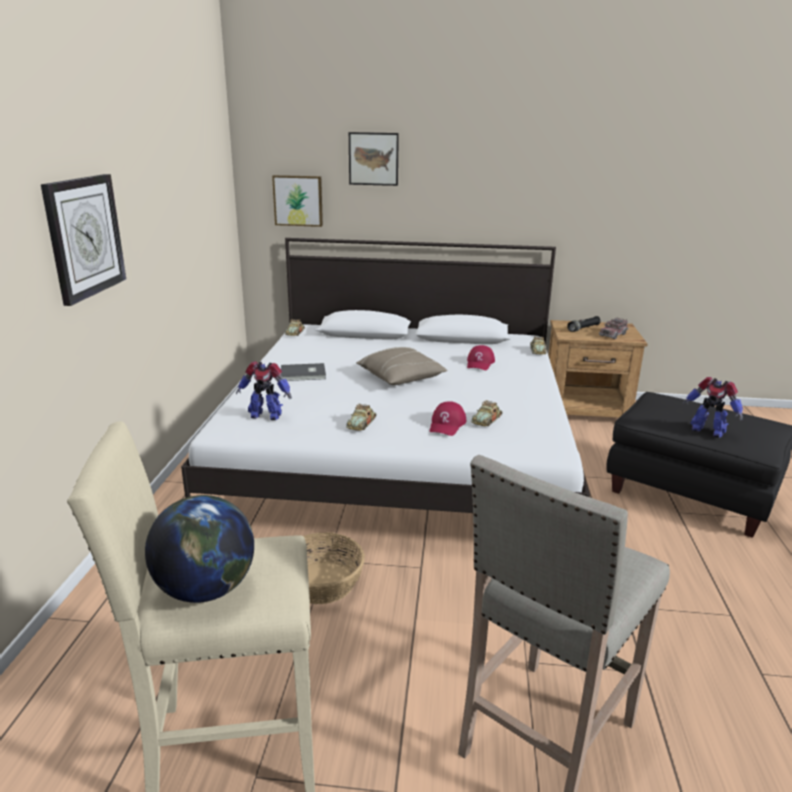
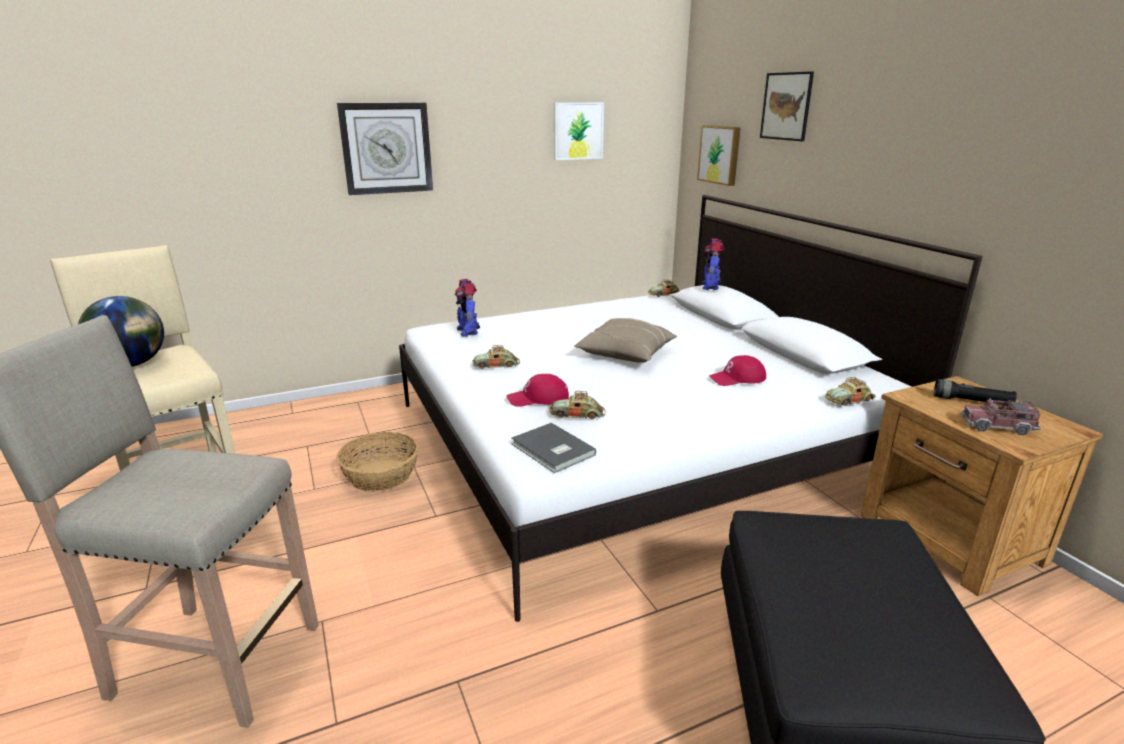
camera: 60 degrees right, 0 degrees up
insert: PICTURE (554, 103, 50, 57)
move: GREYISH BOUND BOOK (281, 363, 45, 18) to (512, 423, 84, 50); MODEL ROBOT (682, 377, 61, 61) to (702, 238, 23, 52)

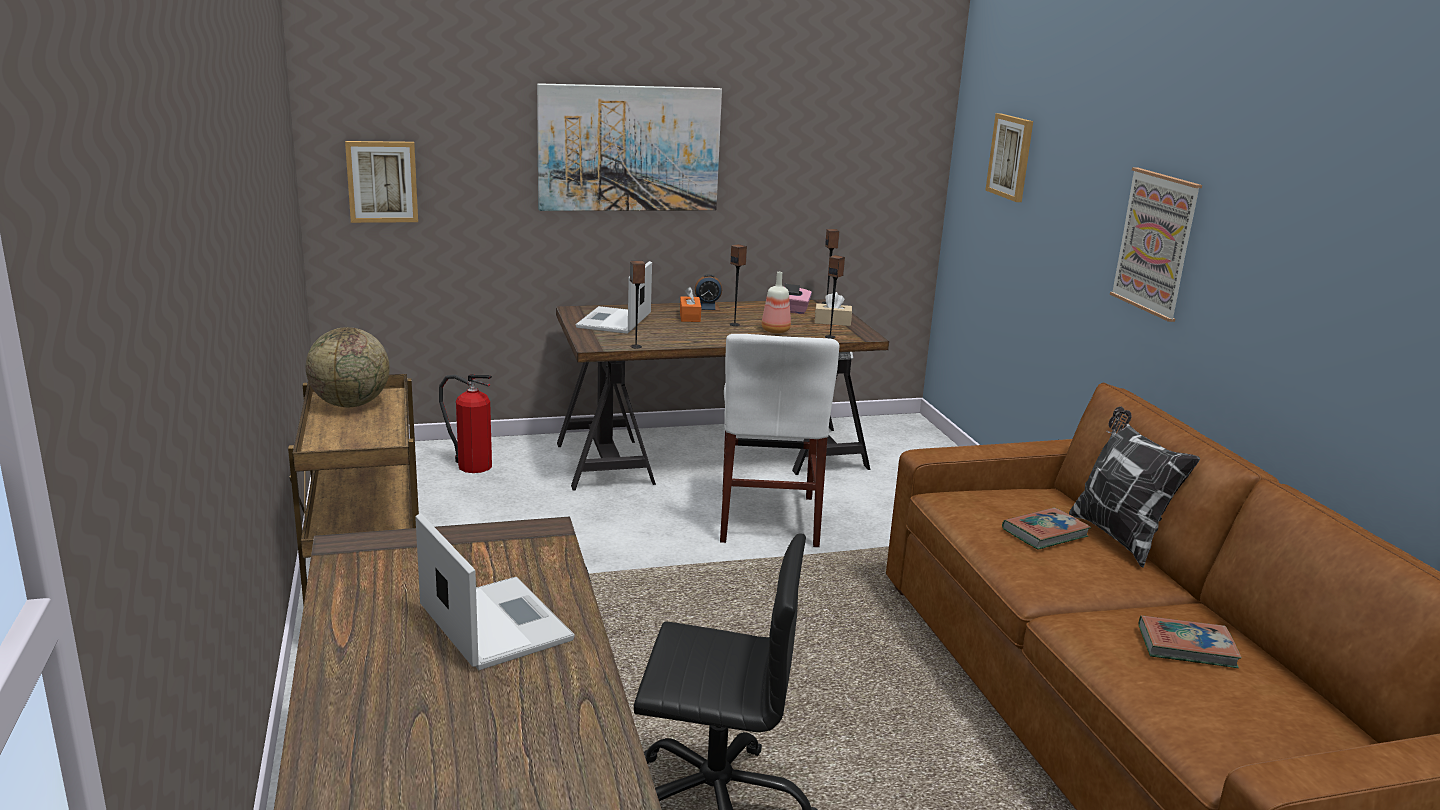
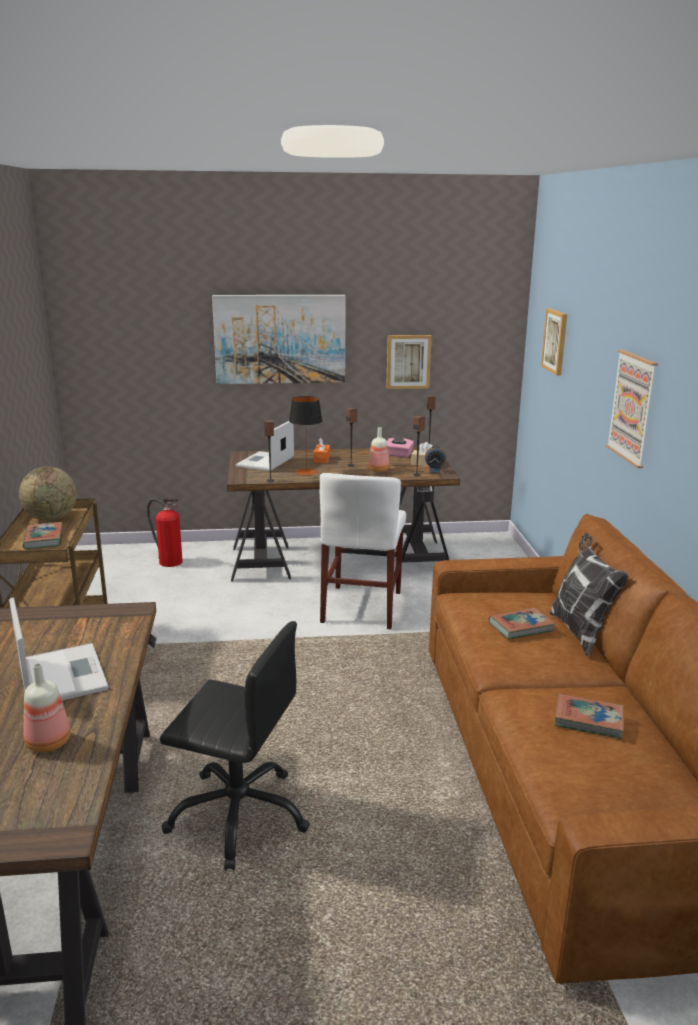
camera: 10 degrees right, 0 degrees up
insert: BOUND BOOK (23, 522, 40, 27); DRINK BOTTLE (23, 663, 48, 89); TABLE LAMP (289, 396, 34, 80)
move: PICTURE (345, 141, 73, 82) to (386, 335, 46, 54); ALARM CLOCK (695, 274, 27, 37) to (425, 446, 21, 28)

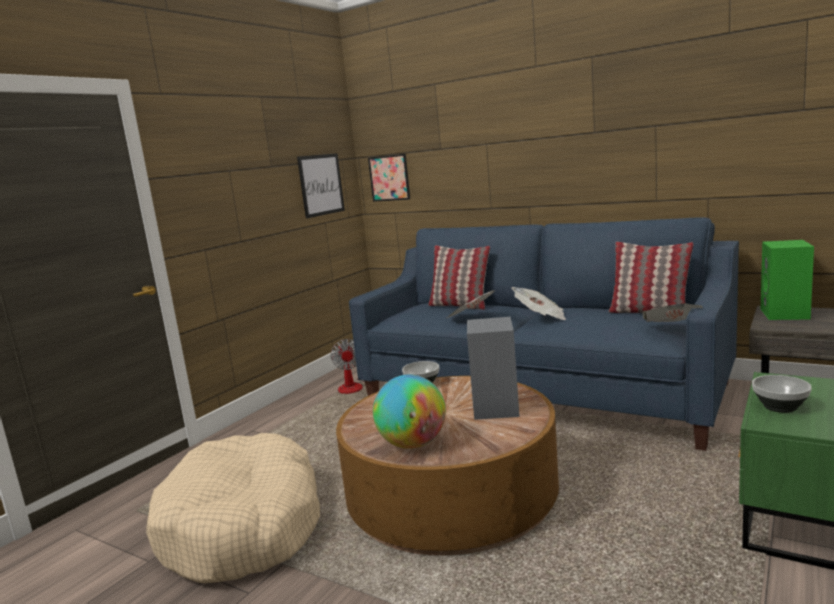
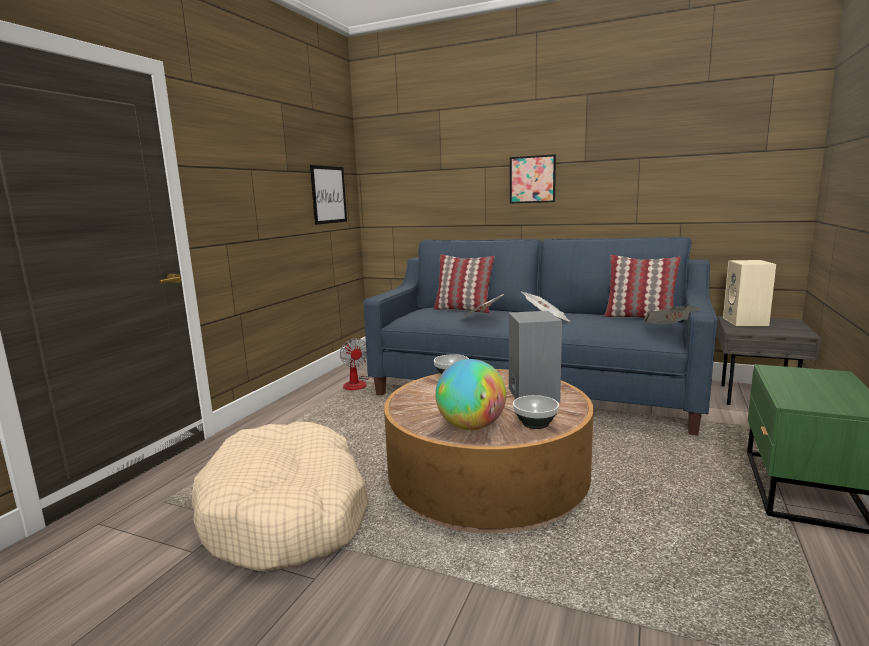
camera: 10 degrees left, 0 degrees up
move: PICTURE (368, 154, 42, 48) to (510, 154, 46, 49); DEEP DISH (752, 375, 60, 38) to (513, 395, 46, 34)
recolor: GREEN AUDIO SPEAKER (761, 240, 53, 80) to SAND-COLOURED AUDIO SPEAKER (723, 260, 53, 66)

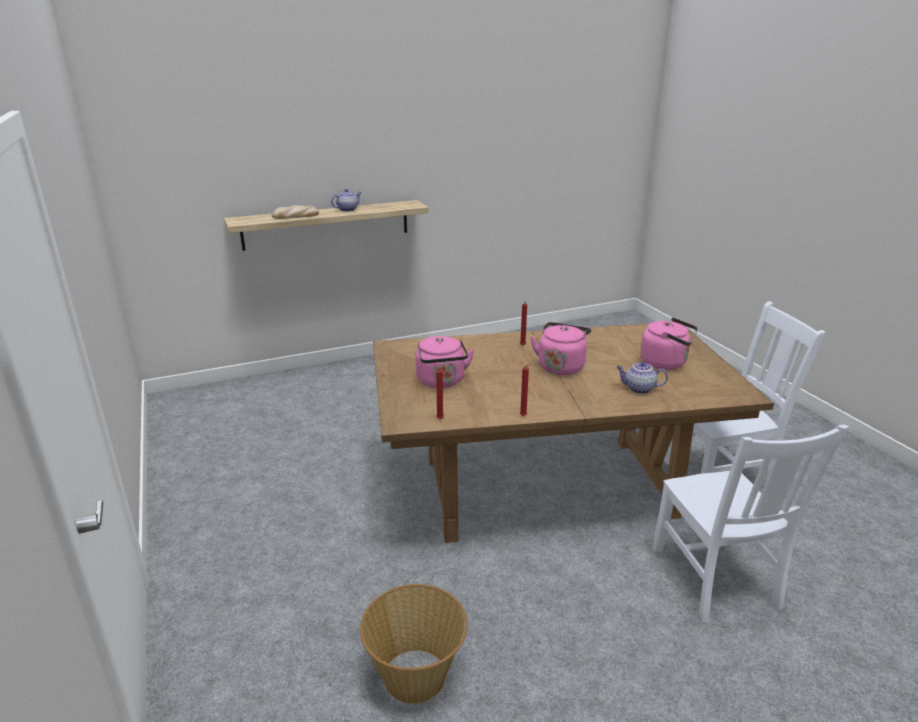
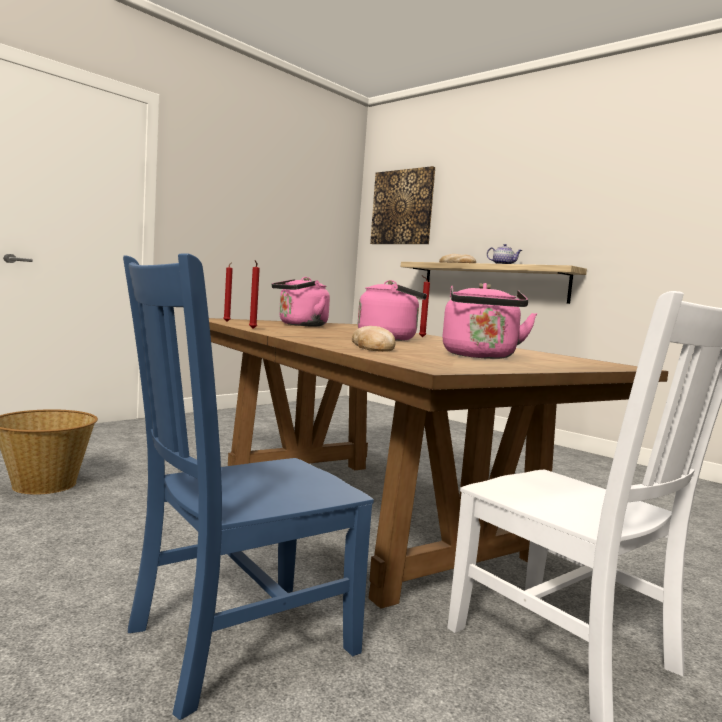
camera: 65 degrees right, 20 degrees down
insert: PICTURE (370, 166, 65, 78)
replace: TEAPOT (616, 362, 52, 32) to BAKED BREAD (352, 326, 43, 26)
recolor: WHITE UPRIGHT CHAIR (652, 425, 197, 198) to BLUE UPRIGHT CHAIR (123, 253, 251, 467)

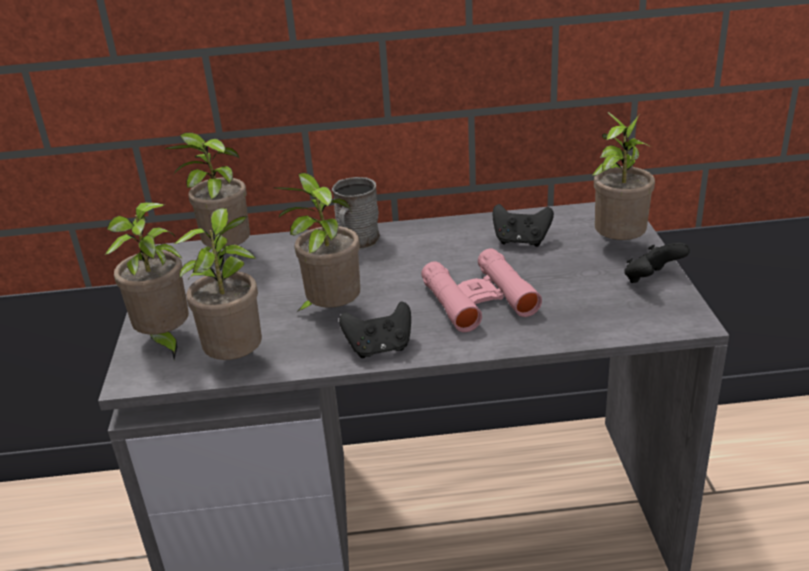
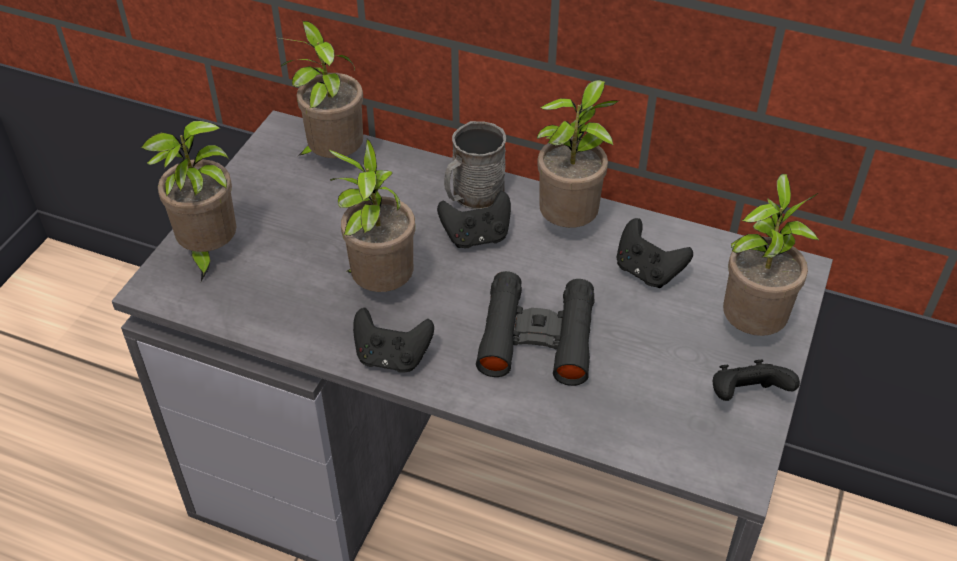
camera: 25 degrees right, 15 degrees up
insert: BLACKISH GAME CONTROLLER (437, 191, 74, 57)
move: PLANT IN A POT (174, 208, 88, 152) to (537, 80, 81, 148)
recolor: PINKISH PAIR OF BINOCULARS (421, 249, 121, 83) to BLACKISH PAIR OF BINOCULARS (476, 271, 118, 115)

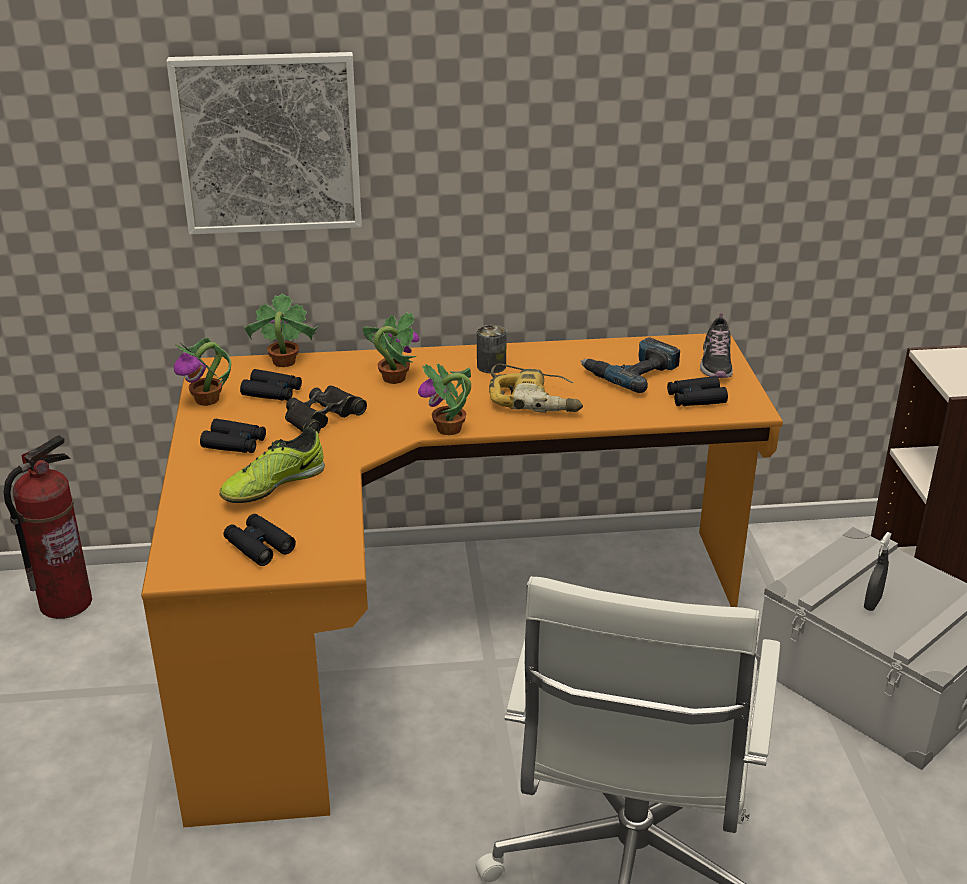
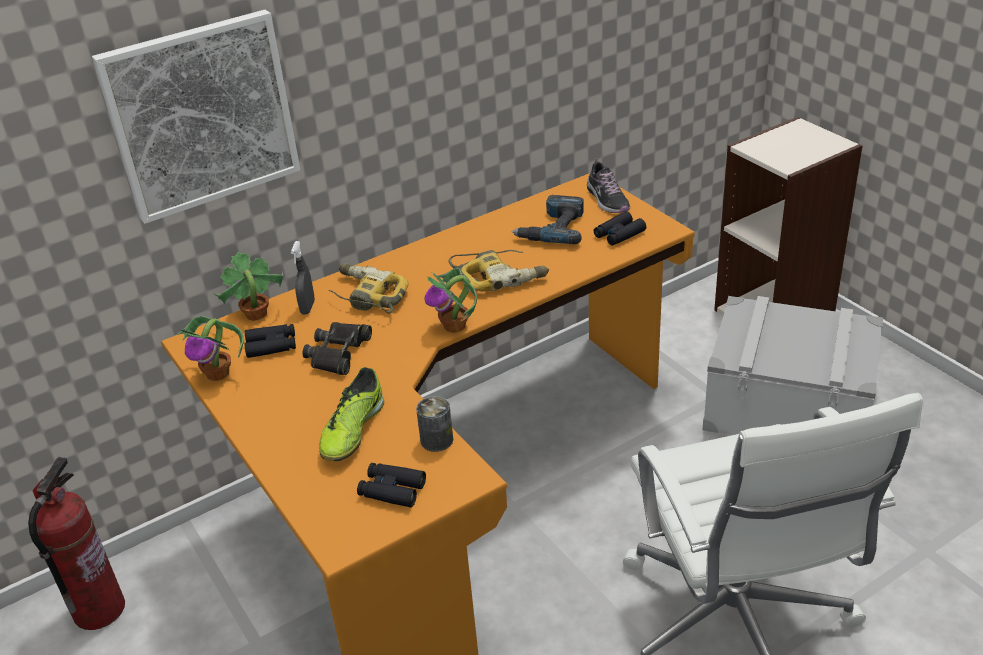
camera: 25 degrees left, 5 degrees up
delete: BLACKISH PAIR OF BINOCULARS (200, 419, 66, 34)
move: GREYISH SPRAYER (864, 532, 28, 79) to (291, 241, 24, 74); METAL CAN (477, 325, 30, 48) to (416, 396, 37, 56)
replace: PLANT IN A POT (363, 312, 56, 72) to POWER DRILL (329, 263, 80, 51)

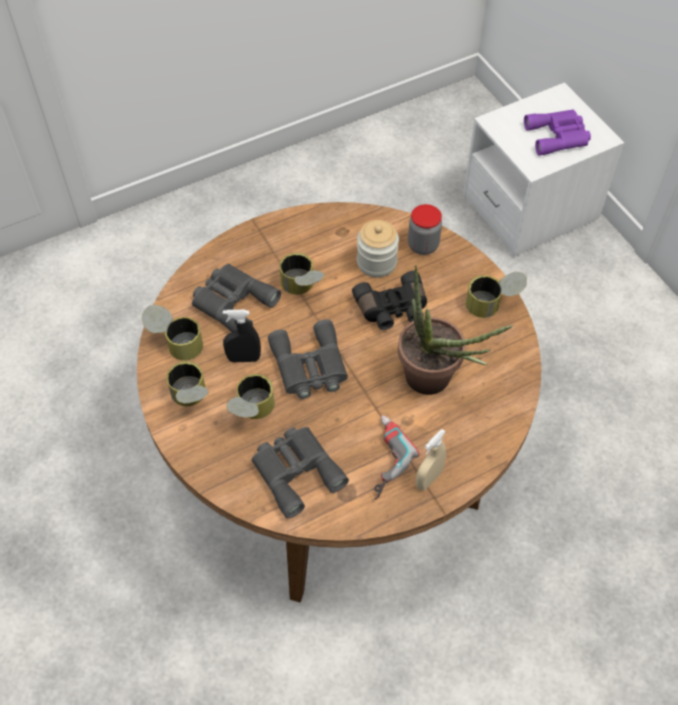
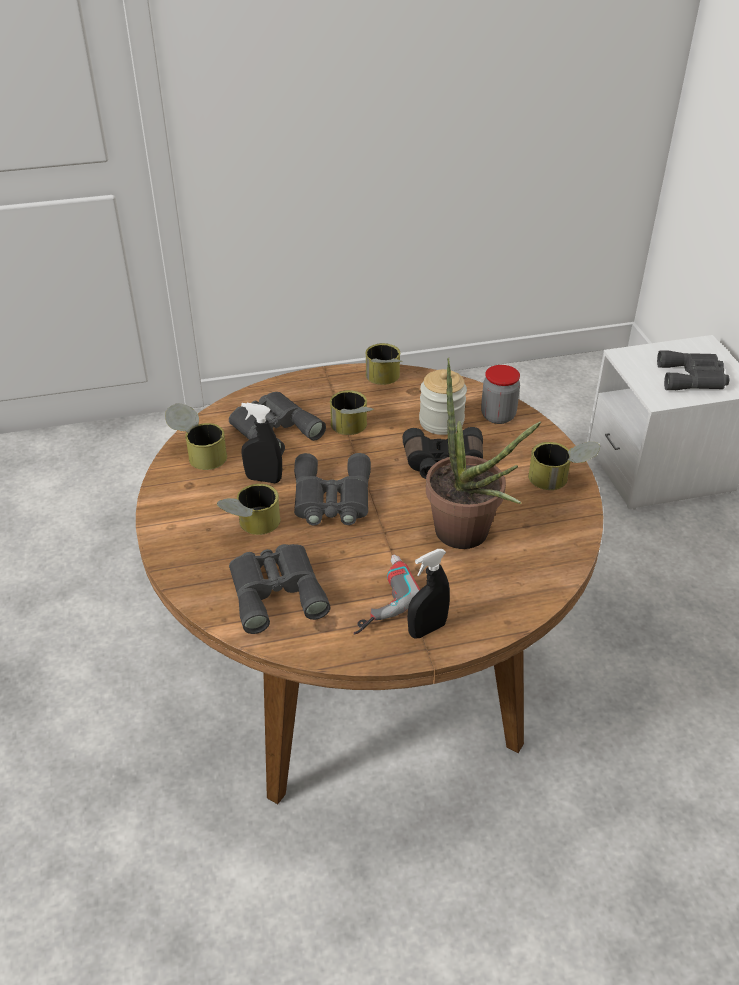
camera: 15 degrees right, 15 degrees down
move: METAL CAN (166, 361, 43, 45) to (365, 343, 38, 42)
recolor: SAND-COLOURED SPRAYER (416, 429, 30, 62) to BLACKISH SPRAYER (407, 549, 43, 89); PURPLE-COLOURED PAIR OF BINOCULARS (524, 110, 67, 46) to GREYISH PAIR OF BINOCULARS (657, 350, 72, 40)

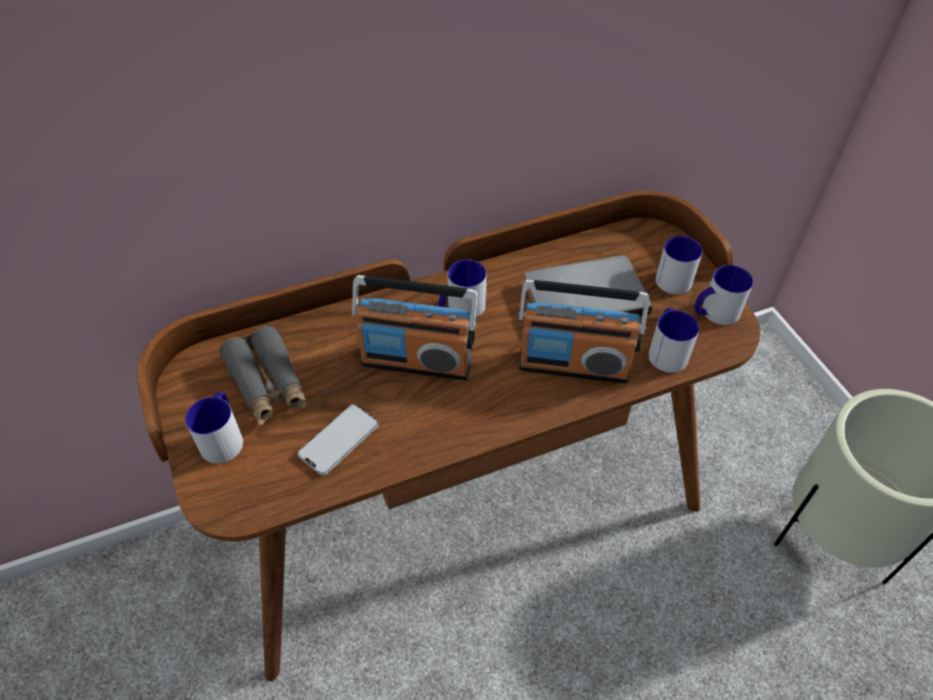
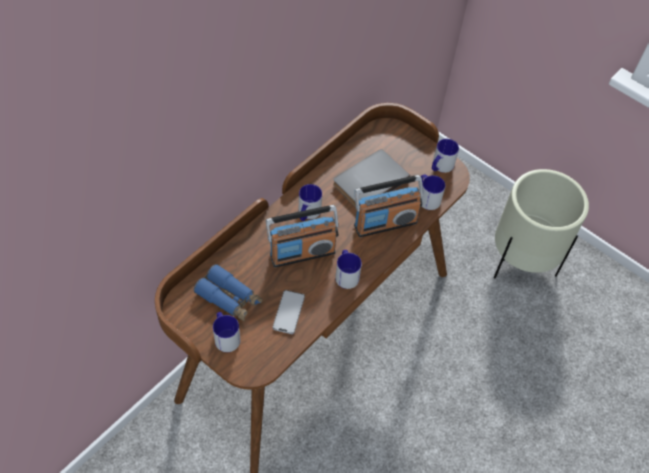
camera: 30 degrees left, 5 degrees up
move: MUG (656, 236, 47, 59) to (335, 250, 27, 39)
recolor: GREYISH PAIR OF BINOCULARS (219, 326, 88, 100) to BLUE PAIR OF BINOCULARS (194, 264, 69, 58)

